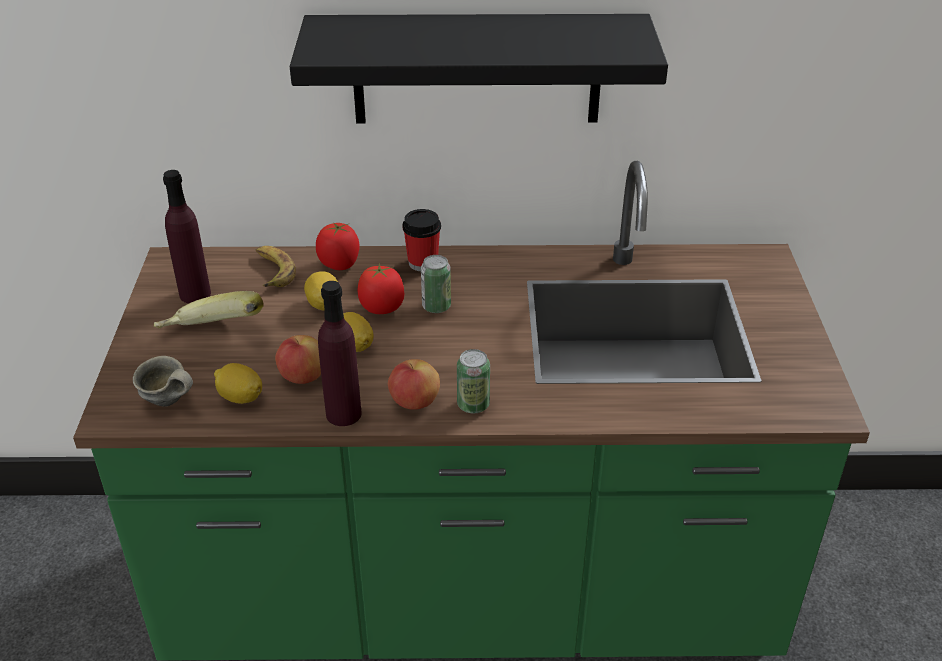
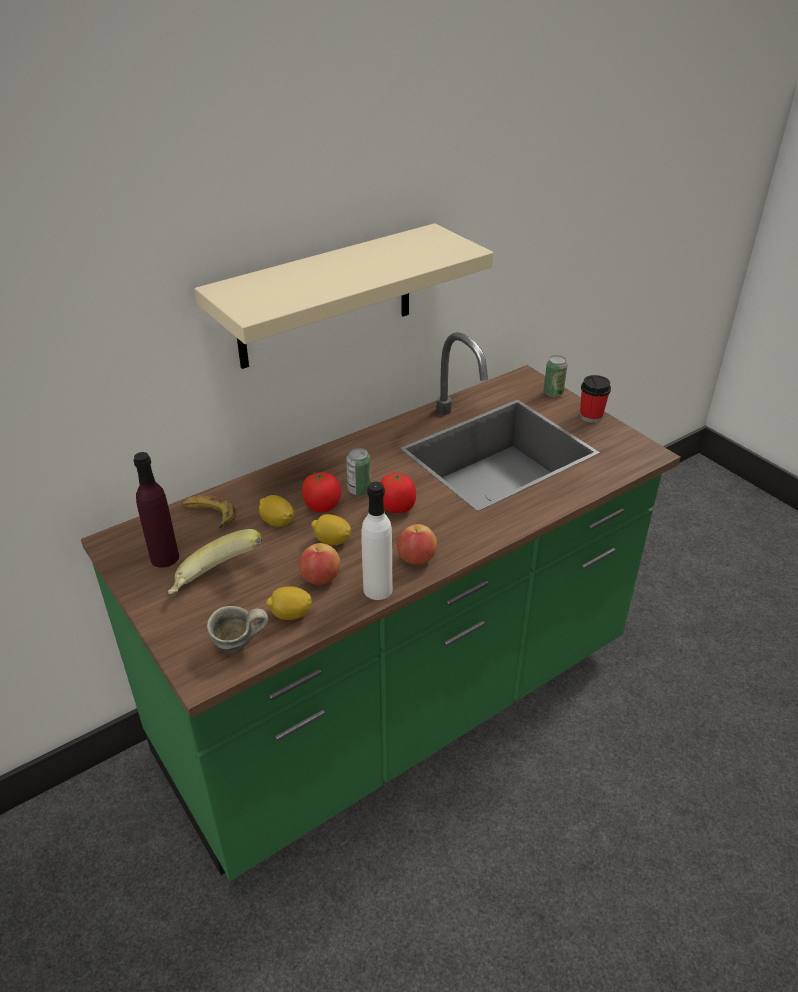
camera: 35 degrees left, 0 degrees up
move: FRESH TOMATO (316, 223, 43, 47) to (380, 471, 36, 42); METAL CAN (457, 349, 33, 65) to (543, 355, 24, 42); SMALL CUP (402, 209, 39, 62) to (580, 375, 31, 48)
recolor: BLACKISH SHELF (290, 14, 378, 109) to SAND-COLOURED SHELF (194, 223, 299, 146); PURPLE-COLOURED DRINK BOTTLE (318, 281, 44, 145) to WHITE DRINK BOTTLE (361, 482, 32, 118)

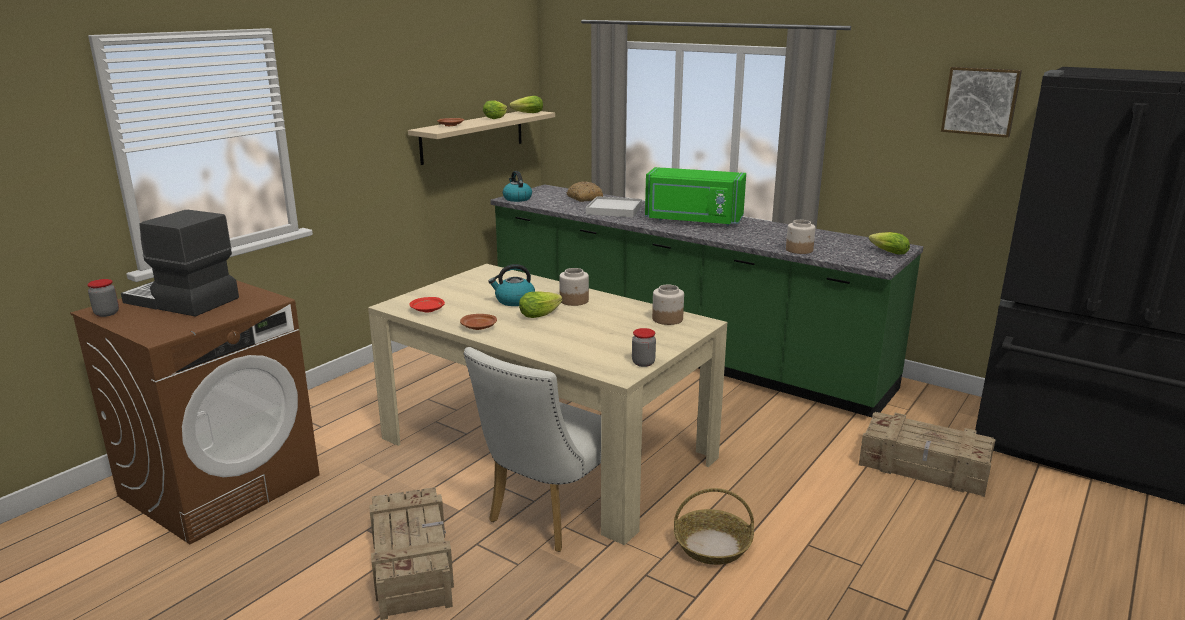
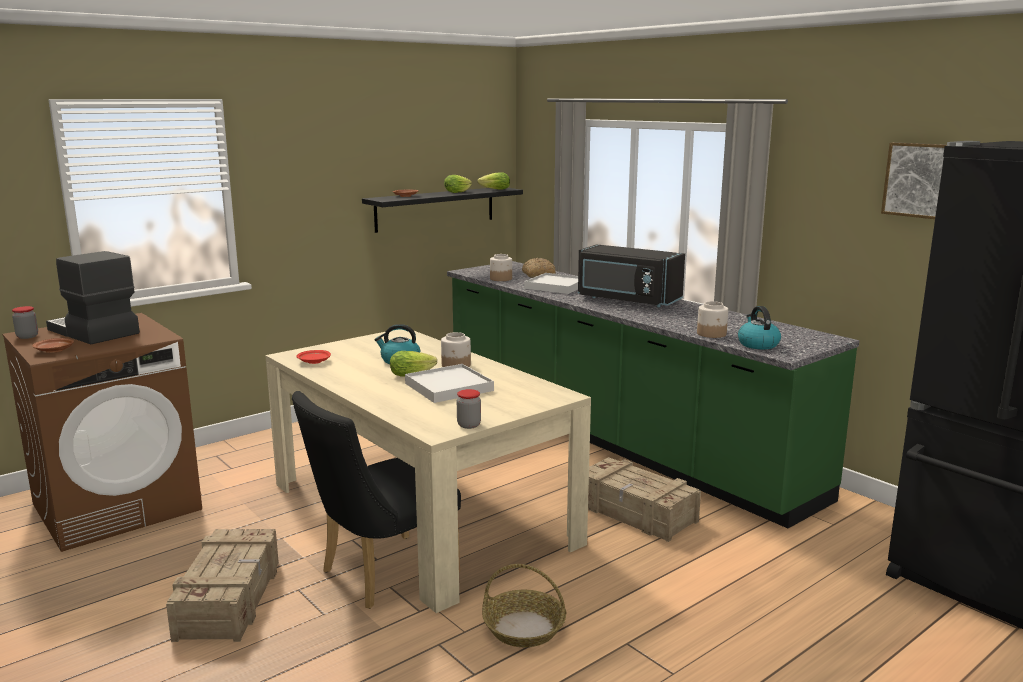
camera: 15 degrees right, 5 degrees down
delete: LETTUCE (869, 232, 41, 23)
insert: WHITE TRAY (405, 364, 89, 39)
move: BROWN PLATE (460, 314, 37, 16) to (32, 338, 42, 15); PRESERVE JAR (652, 285, 32, 40) to (490, 254, 22, 27); SHIPPING CRATE (859, 412, 137, 85) to (588, 457, 113, 85); TEA KETTLE (503, 171, 29, 31) to (738, 306, 43, 43)
recolor: WHITE UPRIGHT CHAIR (463, 347, 138, 205) to BLACKISH UPRIGHT CHAIR (292, 391, 169, 218); SAND-COLOURED SHELF (408, 111, 147, 54) to BLACKISH SHELF (362, 188, 161, 45); GREEN KITCHEN MICROWAVE (645, 167, 101, 59) to BLACKISH KITCHEN MICROWAVE (578, 244, 107, 63)

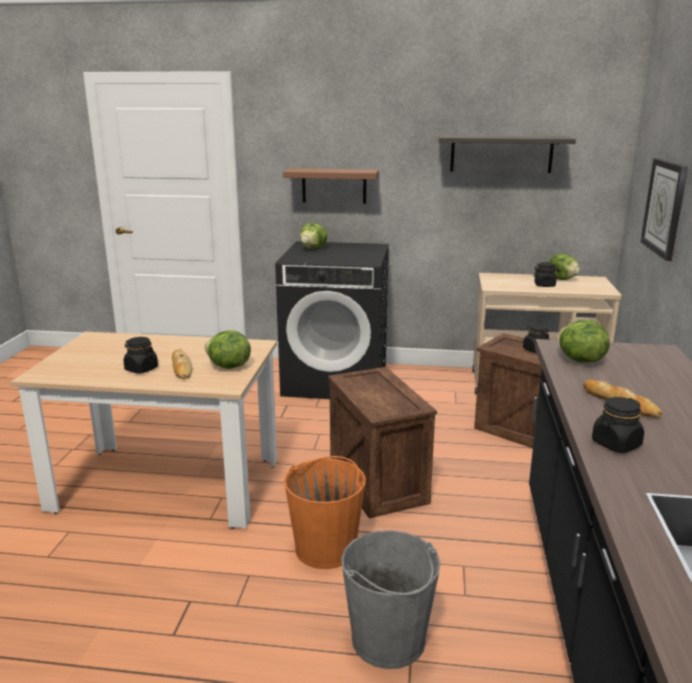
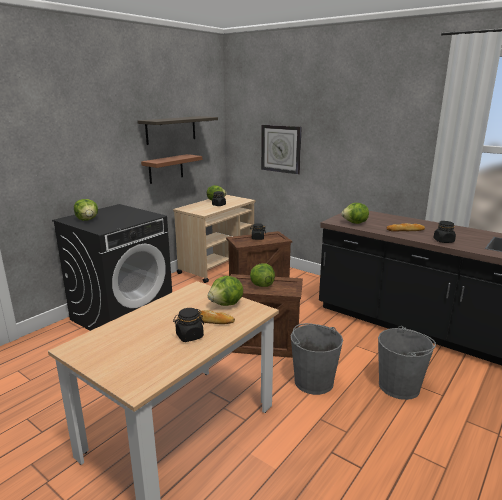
camera: 60 degrees left, 0 degrees up
insert: LETTUCE (250, 263, 25, 24)
move: SHELF (283, 168, 96, 36) to (141, 154, 61, 30)
recolor: ORANGE WATER BUCKET (284, 456, 82, 113) to GREYISH WATER BUCKET (291, 323, 52, 72)

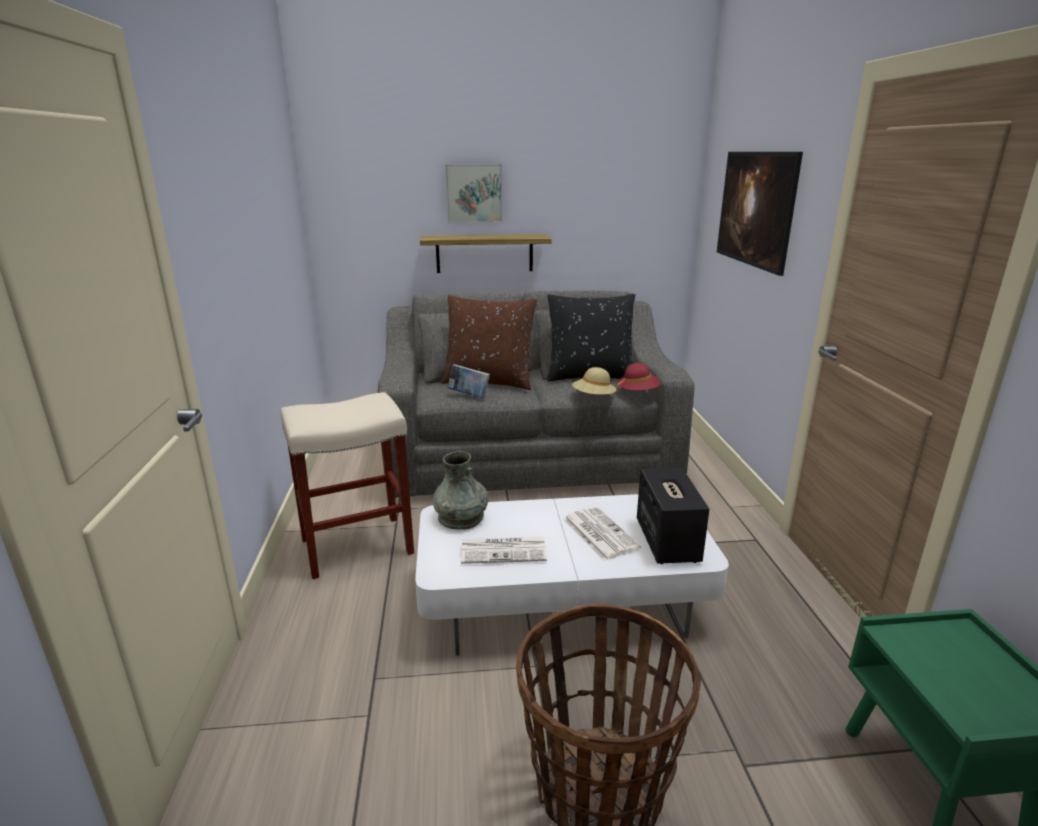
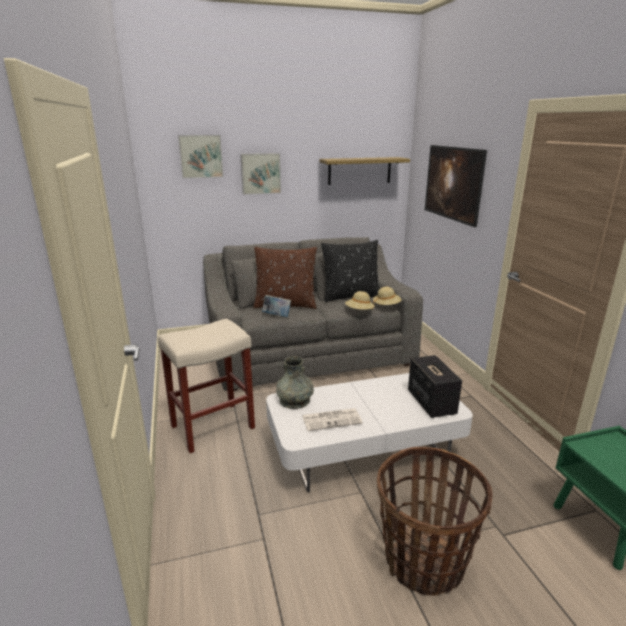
camera: 10 degrees left, 0 degrees up
delete: DAILY PAPER (563, 507, 78, 54)
insert: PICTURE (178, 135, 45, 43)
move: SHELF (420, 234, 132, 39) to (319, 157, 91, 28)
recolor: RED-COLOURED HAT (617, 363, 44, 29) to SAND-COLOURED HAT (373, 287, 29, 18)

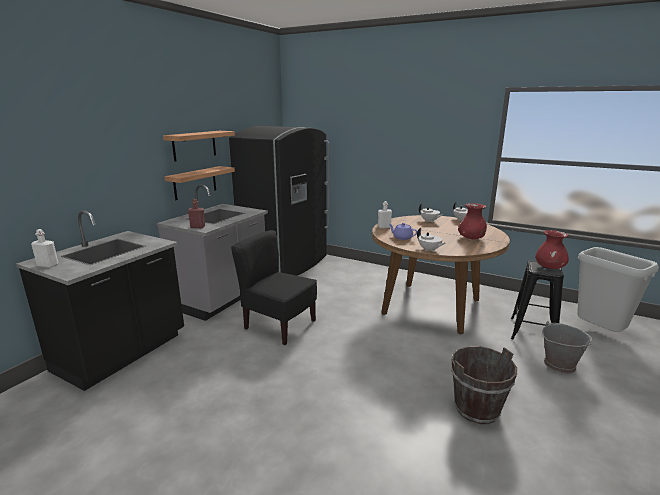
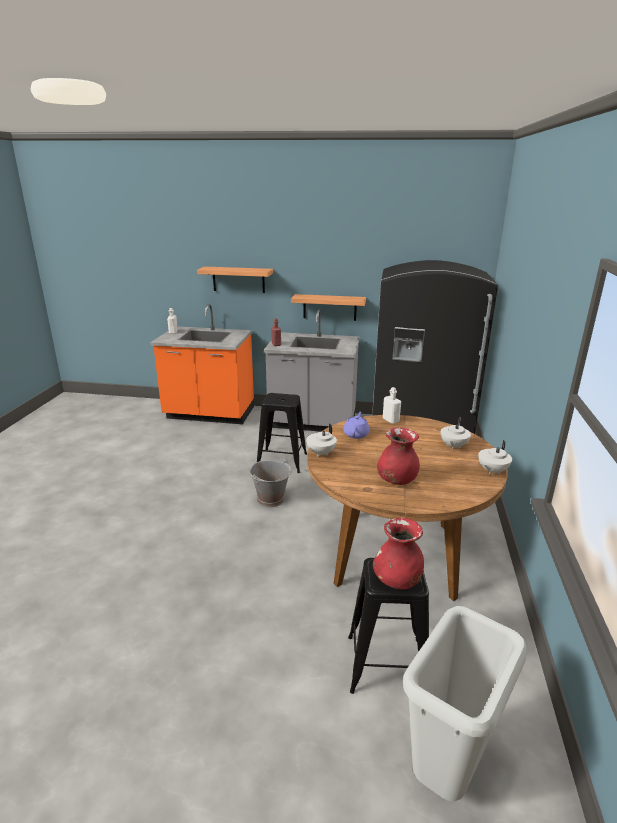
camera: 70 degrees right, 5 degrees up
delete: BROWN WATER BUCKET (451, 346, 66, 78)
move: SHELF (163, 131, 72, 31) to (197, 266, 76, 27); GREYISH WATER BUCKET (542, 321, 50, 53) to (250, 459, 42, 48)
replace: BLACKISH UPRIGHT CHAIR (231, 230, 86, 115) to BLACKISH SITTING STOOL (257, 393, 50, 80)
recolor: BLACKISH KITCHEN COUNTER (16, 210, 168, 181) to ORANGE KITCHEN COUNTER (150, 304, 104, 120)

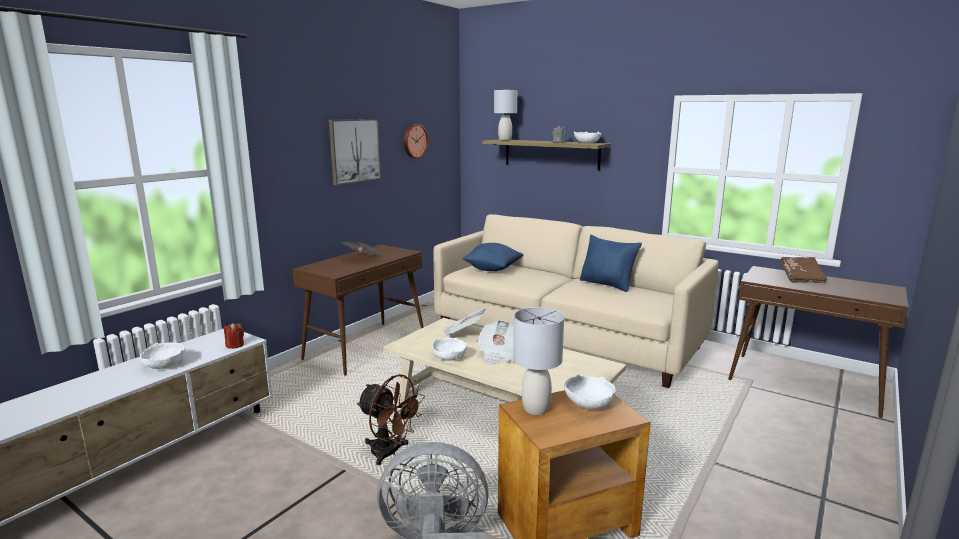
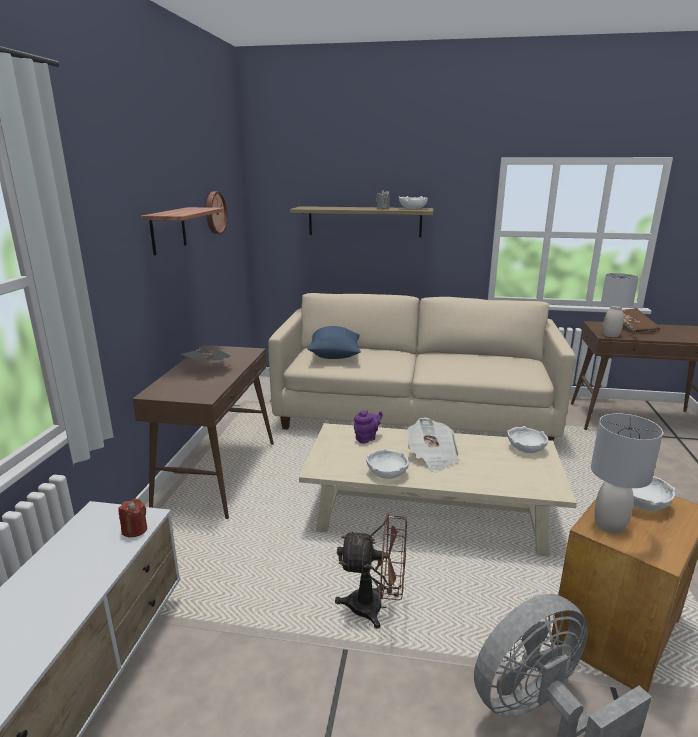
camera: 25 degrees left, 5 degrees up
delete: BLUE THROW PILLOW (580, 235, 62, 57)
move: WHITE DEEP DISH (140, 342, 45, 27) to (507, 426, 41, 27); GREYISH TABLE LAMP (494, 90, 23, 51) to (601, 273, 38, 64)
replace: PICTURE (329, 119, 52, 66) to SHELF (141, 207, 83, 48); DAILY PAPER (443, 308, 44, 28) to PURPLE-COLOURED TEAPOT (354, 410, 28, 34)

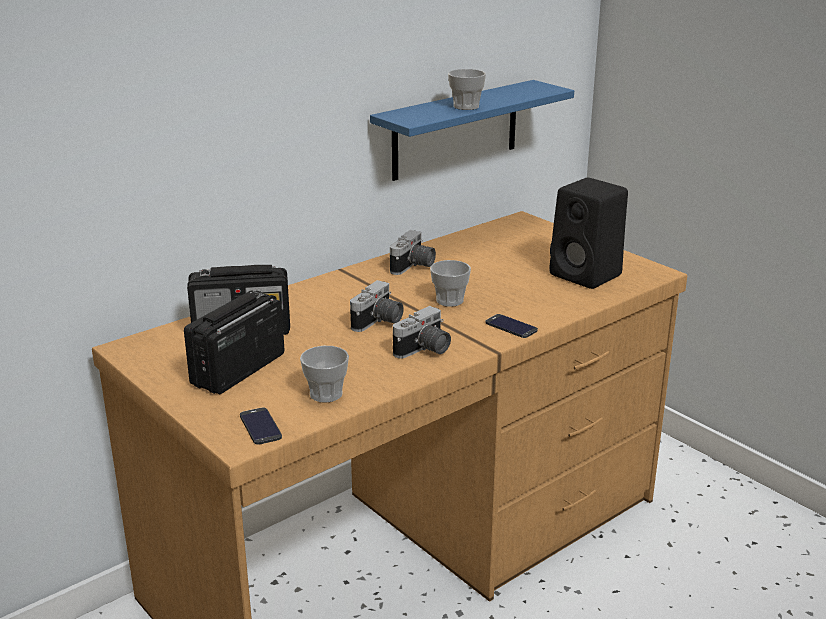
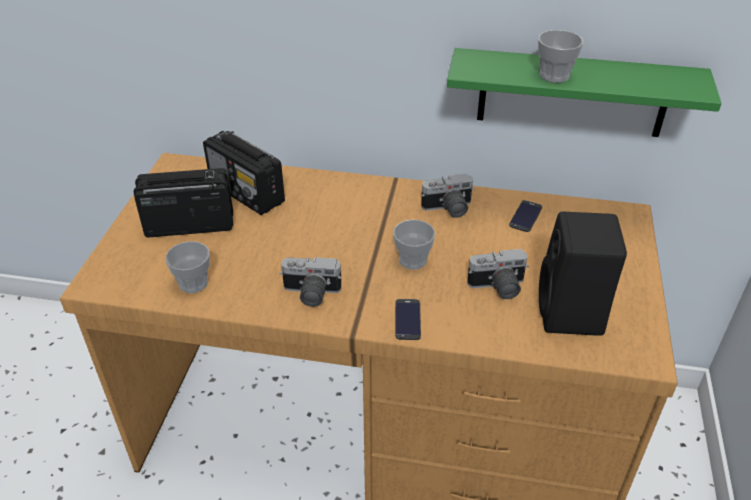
camera: 50 degrees right, 15 degrees up
move: PHOTO CAMERA (350, 280, 54, 52) to (467, 249, 62, 50); TELEPHONE (240, 407, 42, 38) to (509, 200, 33, 32)
recolor: BLUE SHELF (370, 80, 204, 101) to GREEN SHELF (447, 48, 275, 89)

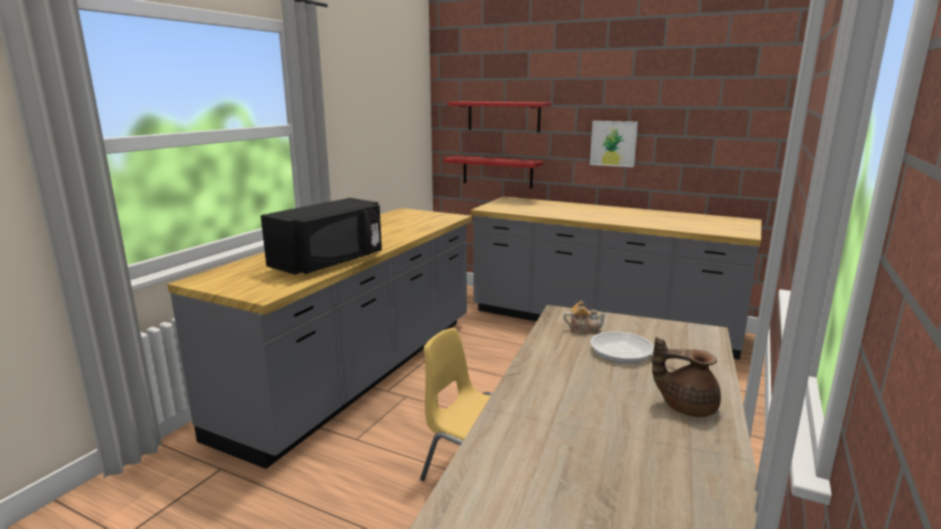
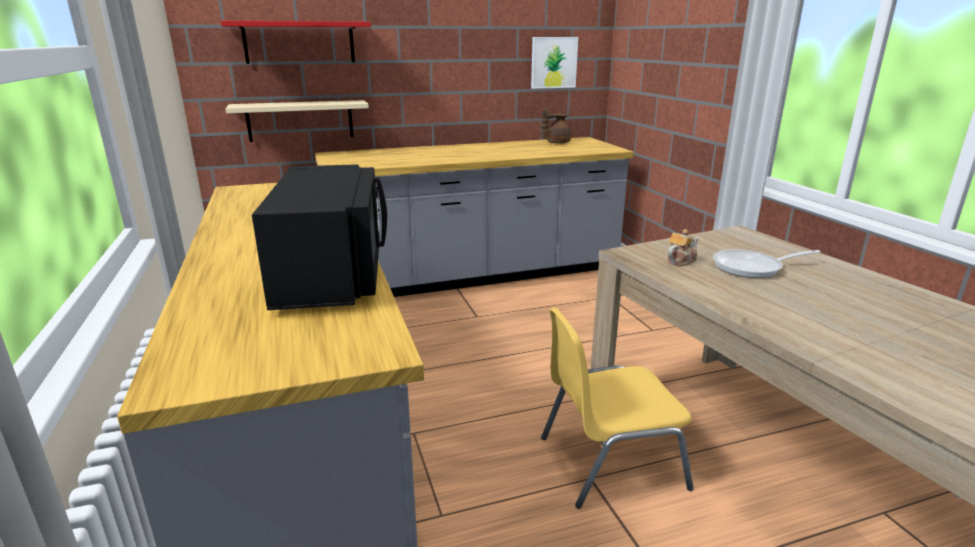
camera: 45 degrees left, 5 degrees up
move: PICTURE (590, 121, 48, 46) to (531, 37, 47, 52); BROWN TEAPOT (652, 337, 69, 80) to (542, 109, 29, 35)
recolor: RED-COLOURED SHELF (443, 156, 100, 33) to SAND-COLOURED SHELF (226, 100, 143, 42)

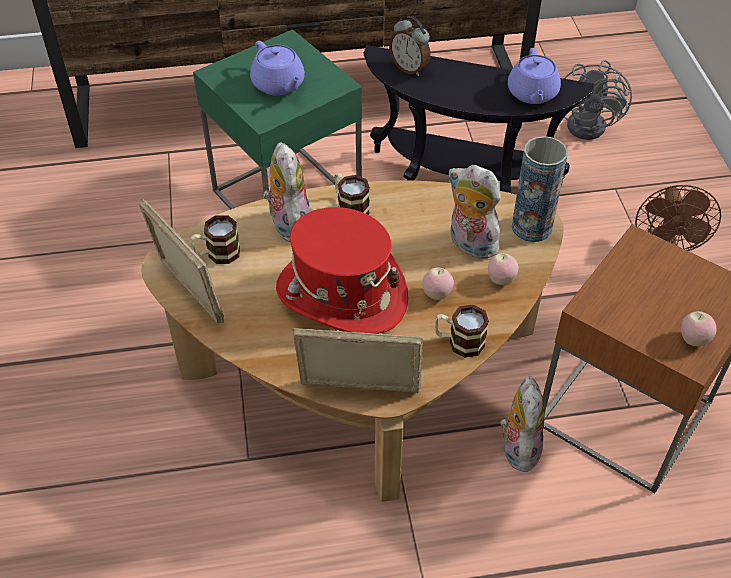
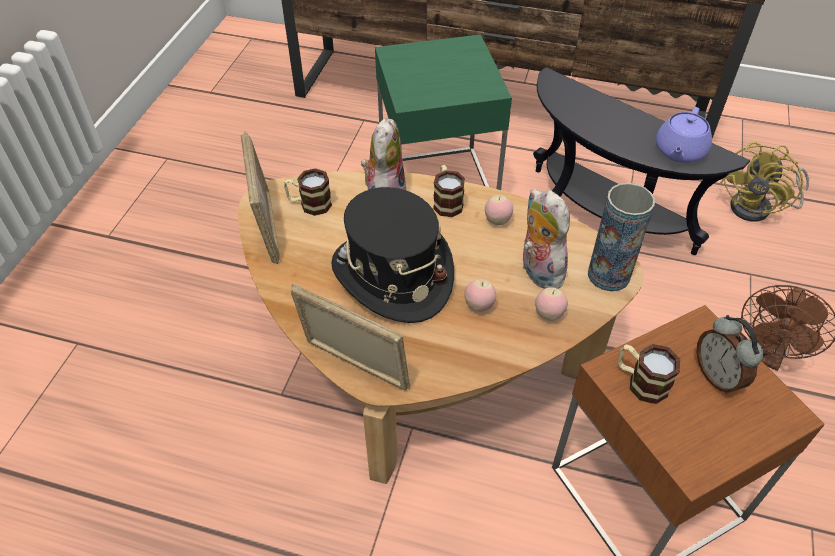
camera: 25 degrees right, 0 degrees up
delete: PURPLE-COLOURED TEAPOT (250, 41, 55, 55); SOFT TOY (500, 375, 45, 97)
move: APPLE FRUIT (681, 311, 36, 35) to (485, 195, 28, 30); MUG (435, 304, 54, 54) to (618, 344, 62, 60); ALARM CLOCK (389, 16, 41, 60) to (696, 315, 67, 79)
recolor: RED-COLOURED HAT (276, 207, 132, 127) to BLACKISH HAT (331, 187, 123, 136); GREYISH COOLING FAN (564, 60, 68, 80) to YELLOW COOLING FAN (720, 142, 89, 80)

